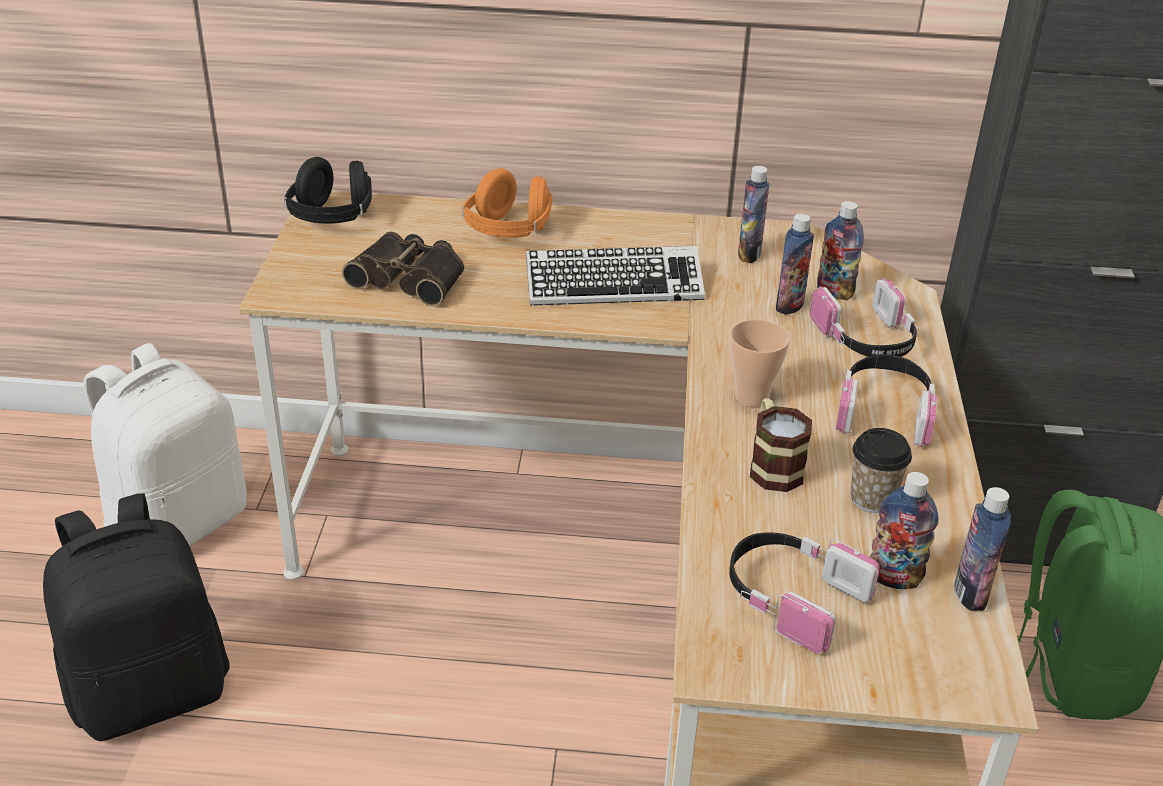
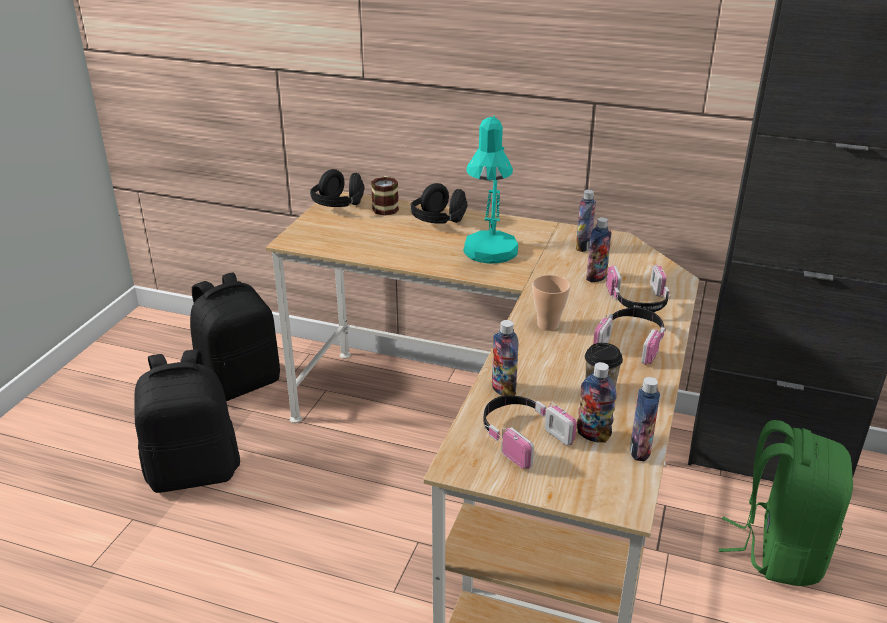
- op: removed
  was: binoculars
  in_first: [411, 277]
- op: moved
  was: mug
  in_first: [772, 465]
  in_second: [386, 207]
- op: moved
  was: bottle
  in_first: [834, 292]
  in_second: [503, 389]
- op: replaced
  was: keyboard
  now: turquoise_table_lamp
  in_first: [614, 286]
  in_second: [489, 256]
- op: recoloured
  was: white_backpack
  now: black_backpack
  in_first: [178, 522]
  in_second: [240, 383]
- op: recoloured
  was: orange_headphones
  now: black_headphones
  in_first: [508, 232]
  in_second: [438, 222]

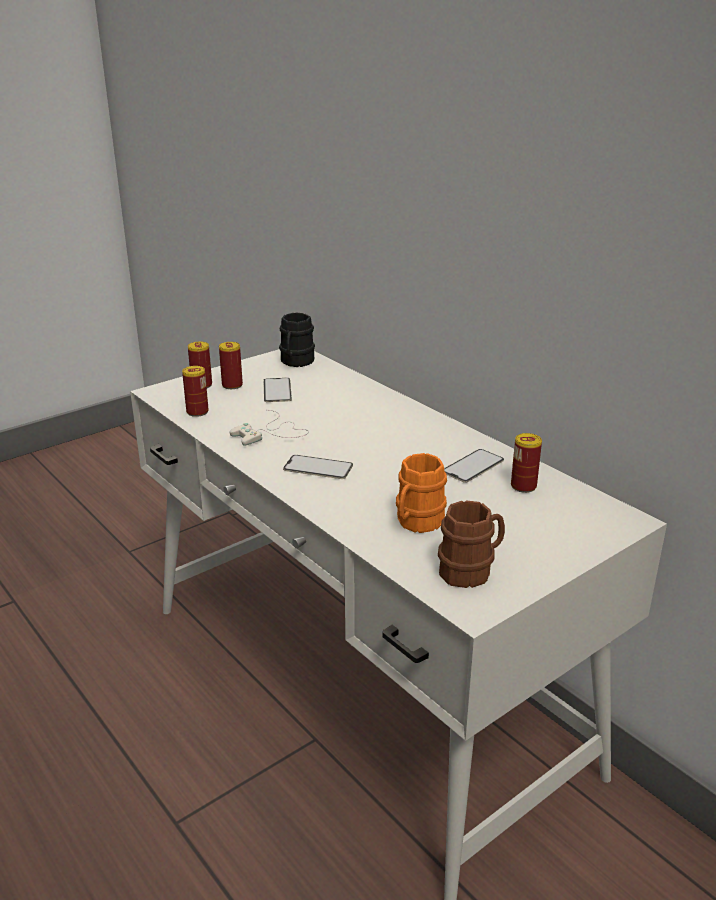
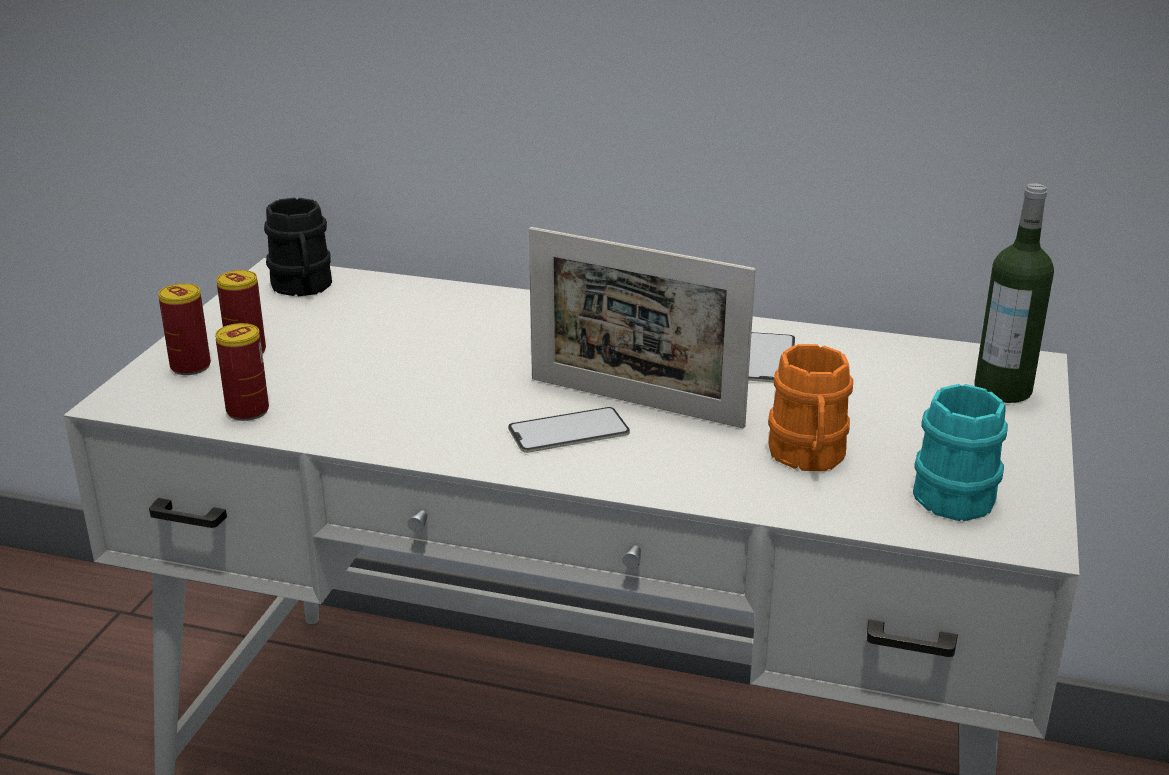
- op: removed
  was: white_game_controller
  in_first: [271, 433]
- op: removed
  was: phone
  in_first: [277, 390]
- op: removed
  was: can
  in_first: [523, 486]
- op: added
  now: picture_frame
  in_second: [635, 402]
- op: added
  now: bottle
  in_second: [1002, 390]
- op: recoloured
  was: brown_mug
  now: turquoise_mug
  in_first: [471, 570]
  in_second: [957, 491]

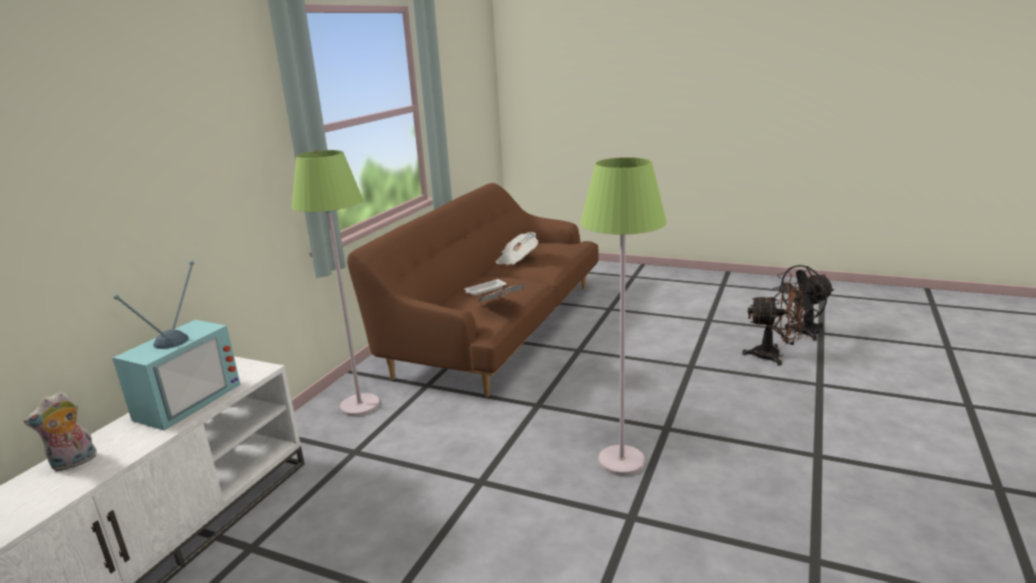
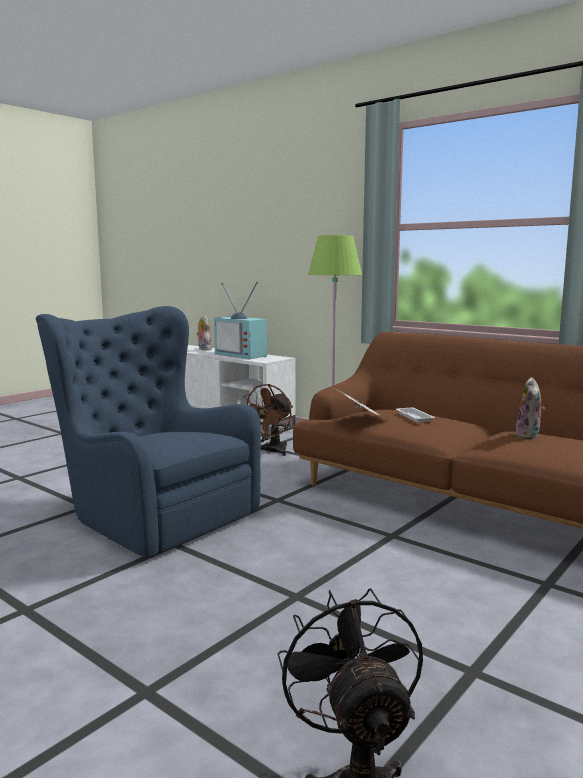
- op: moved
  was: brown_fan
  in_first: [774, 356]
  in_second: [271, 452]
- op: replaced
  was: newspaper
  now: plush_toy
  in_first: [517, 260]
  in_second: [529, 436]
- op: replaced
  was: green_floor_lamp
  now: blue_armchair
  in_first: [621, 461]
  in_second: [151, 515]

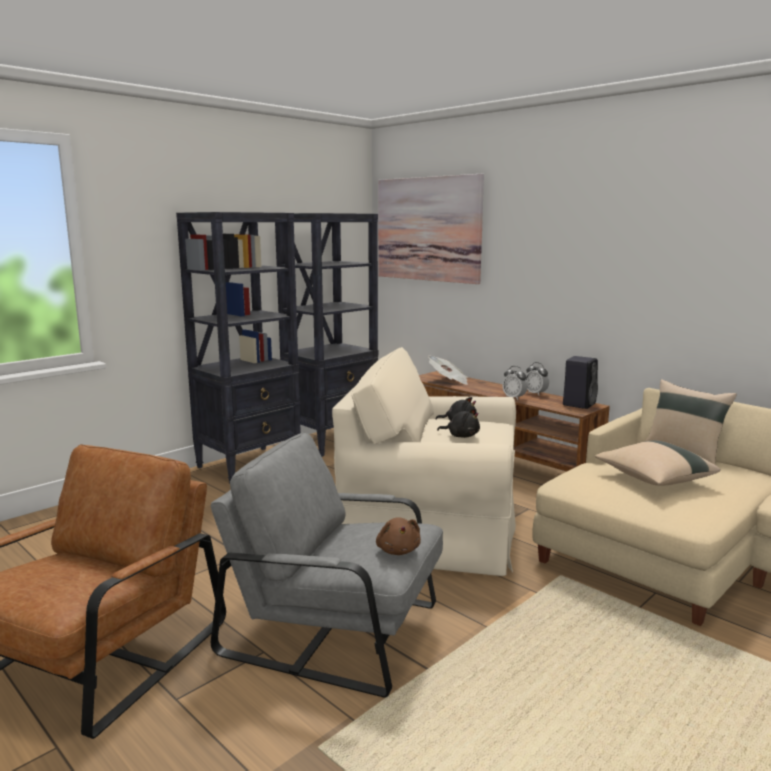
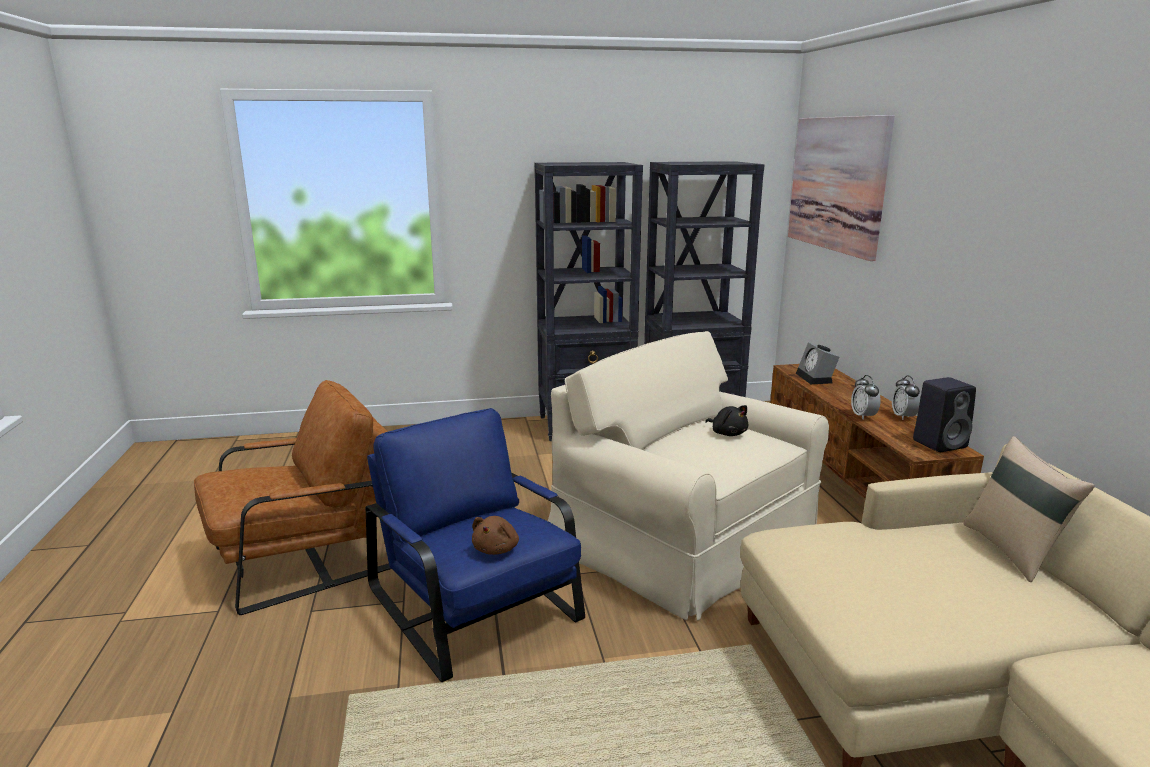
- op: removed
  was: black_plush_toy
  in_first: [461, 436]
- op: removed
  was: beige_pillow
  in_first: [653, 479]
- op: replaced
  was: newspaper
  now: alarm_clock
  in_first: [448, 381]
  in_second: [816, 378]
- op: recoloured
  was: grey_armchair
  now: blue_armchair
  in_first: [336, 628]
  in_second: [476, 605]

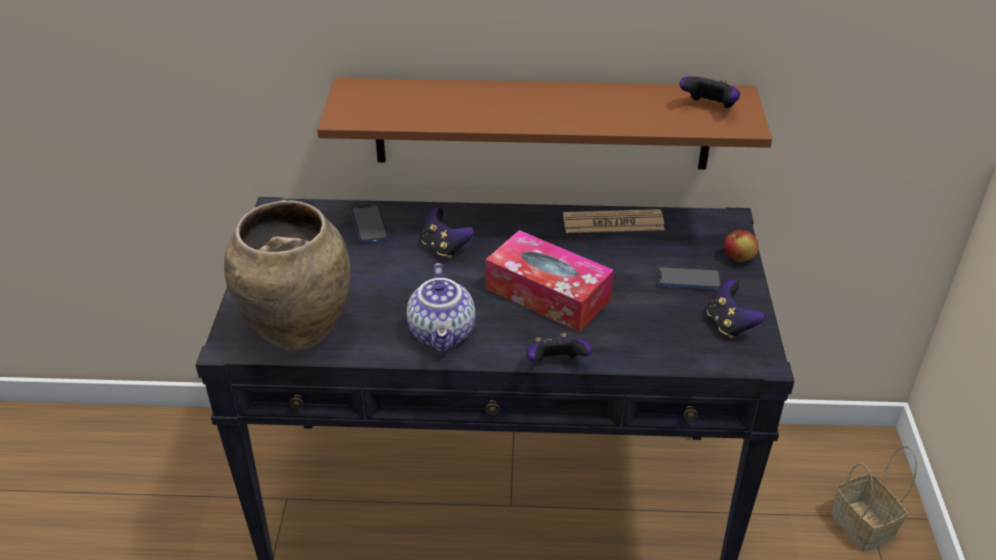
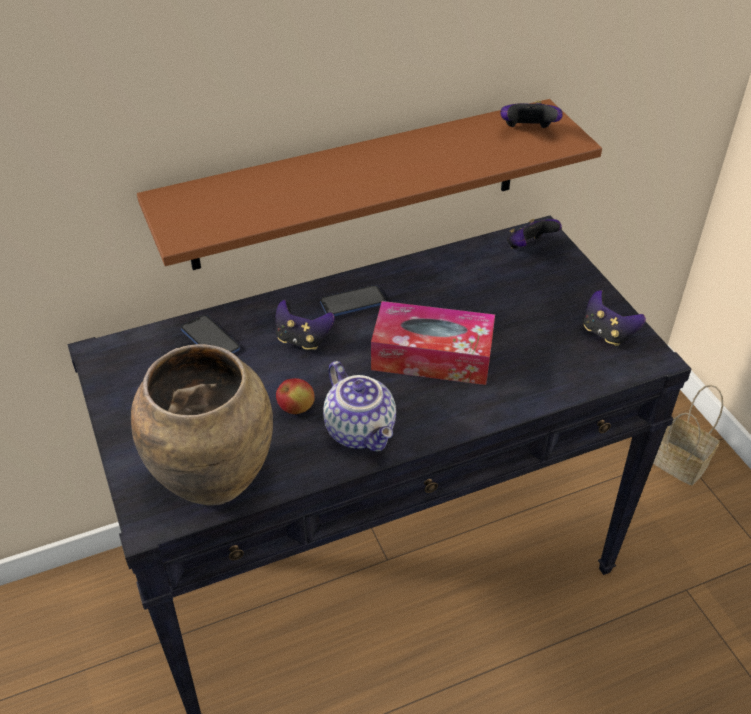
- op: removed
  was: newspaper
  in_first: [613, 223]
- op: moved
  was: game_controller
  in_first: [556, 364]
  in_second: [529, 247]
- op: moved
  was: phone
  in_first: [688, 280]
  in_second: [352, 302]
- op: moved
  was: apple
  in_first: [738, 258]
  in_second: [296, 408]

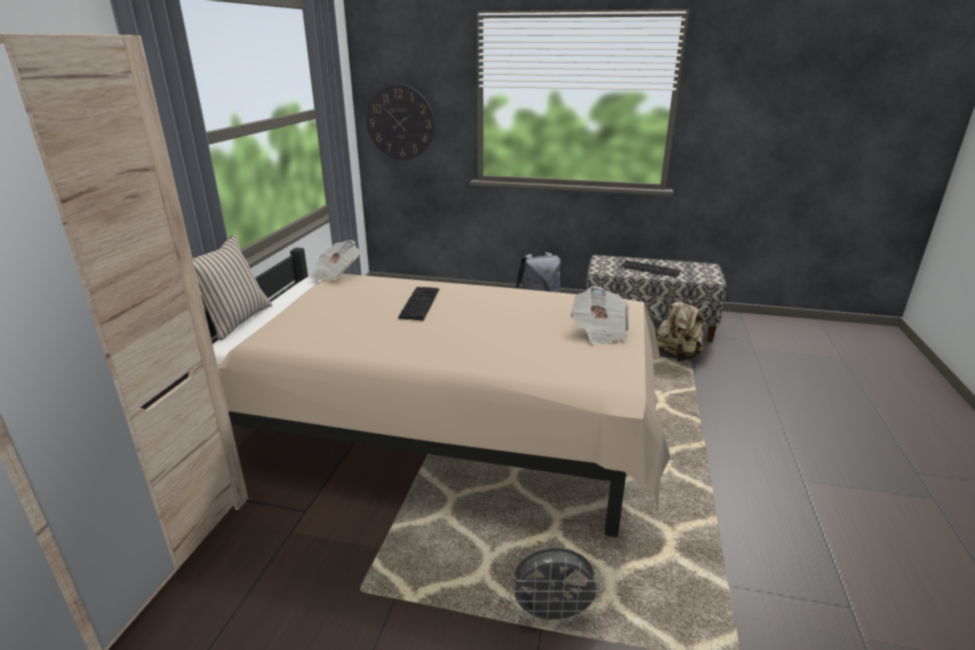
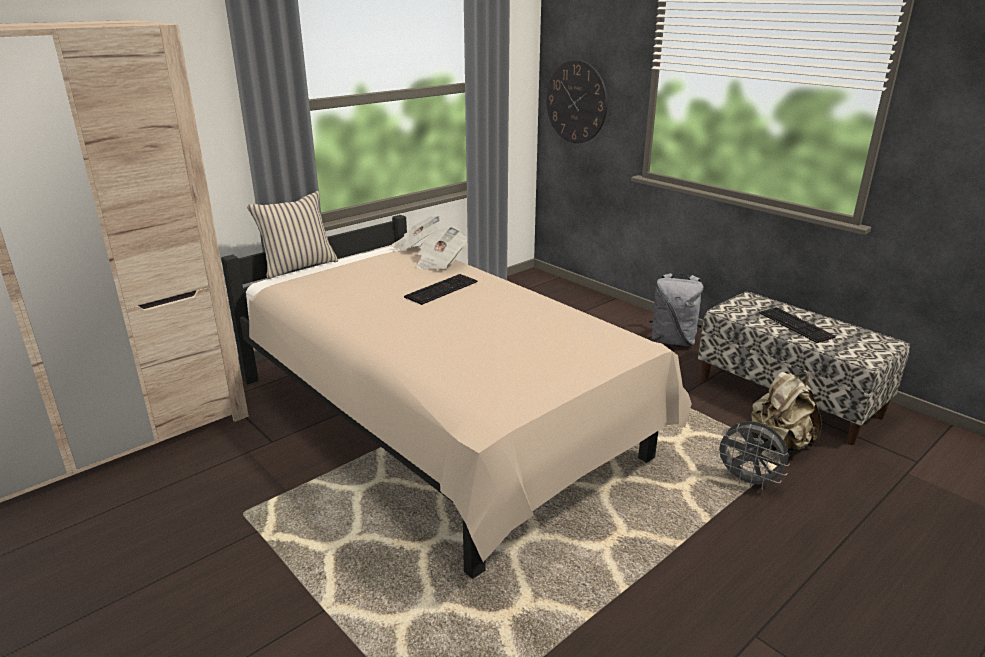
- op: moved
  was: grey_fan
  in_first: [552, 614]
  in_second: [748, 481]
- op: moved
  was: newspaper
  in_first: [599, 331]
  in_second: [440, 263]

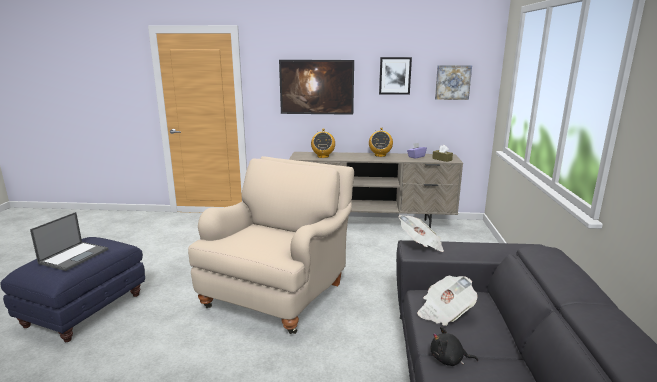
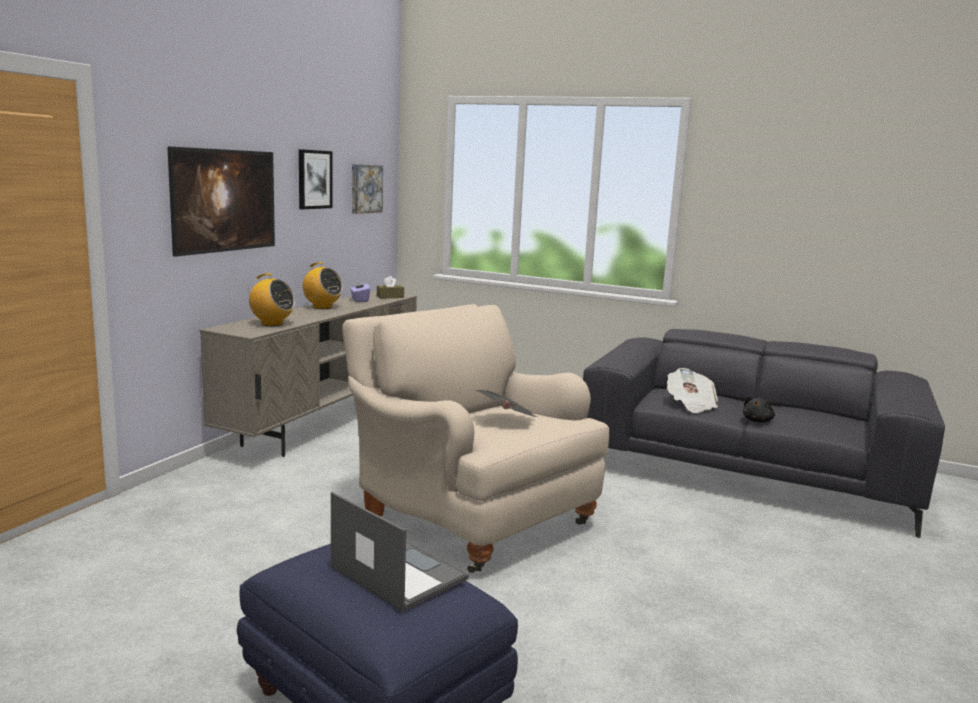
- op: moved
  was: newspaper
  in_first: [421, 244]
  in_second: [508, 421]

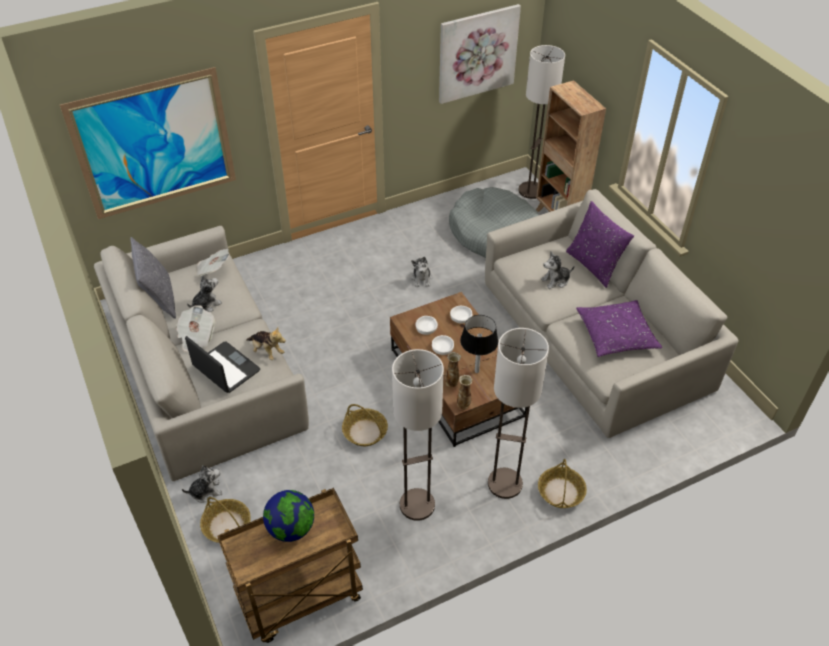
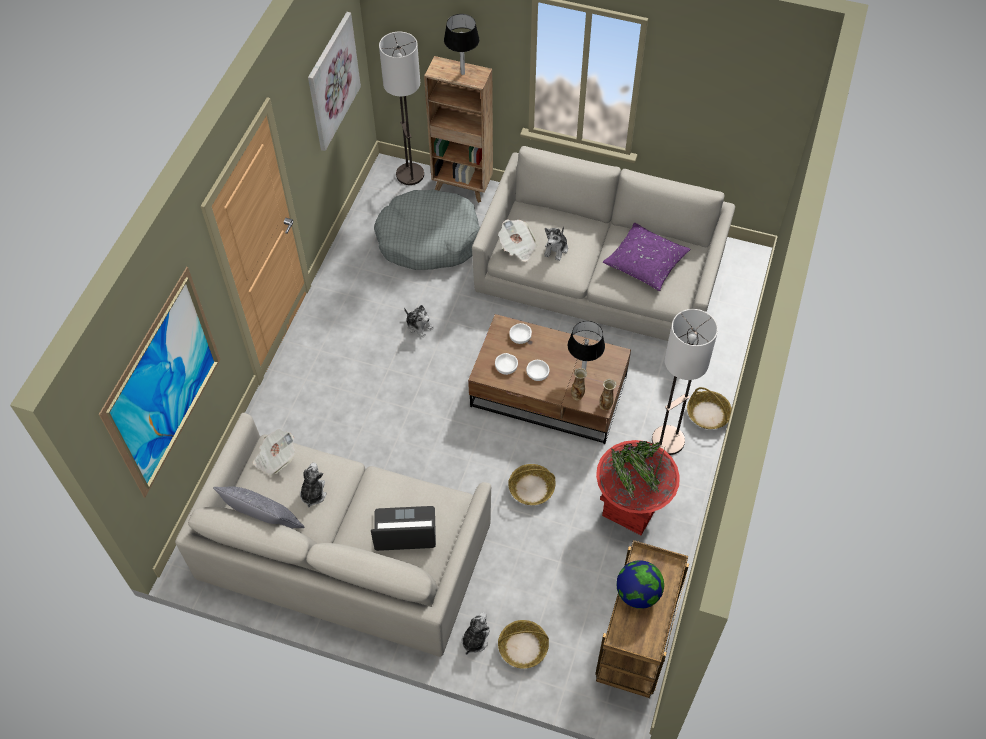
- op: removed
  was: plush_toy
  in_first: [267, 351]
- op: removed
  was: purple_pillow
  in_first: [594, 265]
- op: added
  now: black_table_lamp
  in_second: [462, 73]
- op: moved
  was: newspaper
  in_first: [196, 337]
  in_second: [517, 247]
- op: replaced
  was: floor_lamp
  now: red_planter
  in_first: [417, 505]
  in_second: [631, 509]

